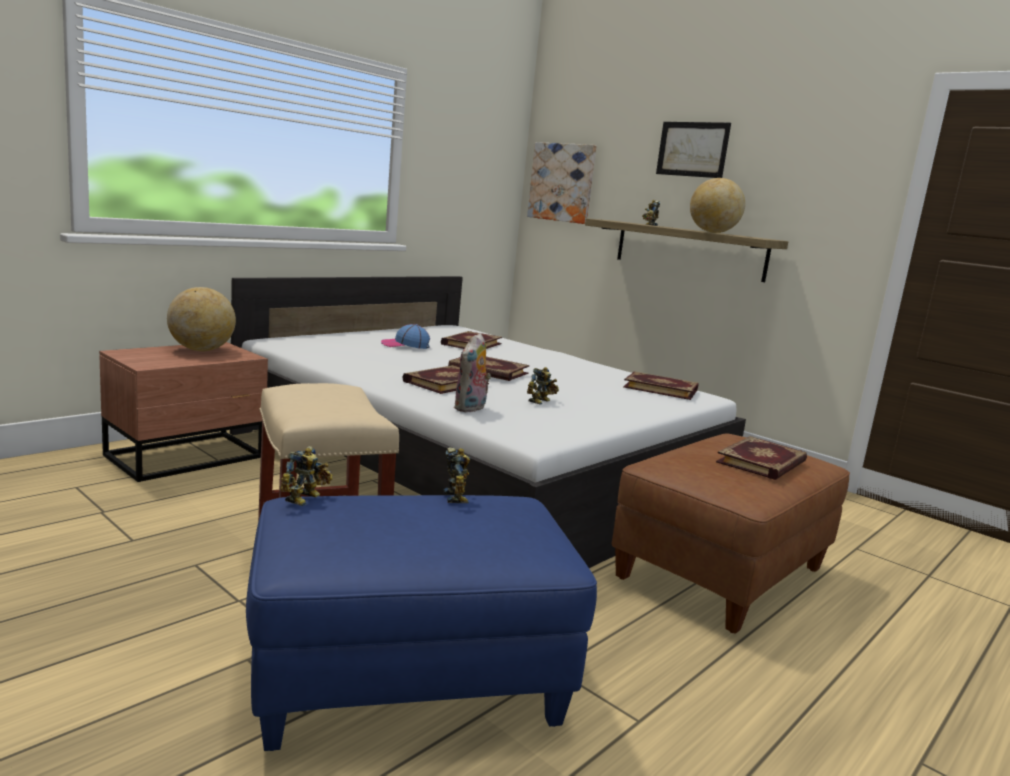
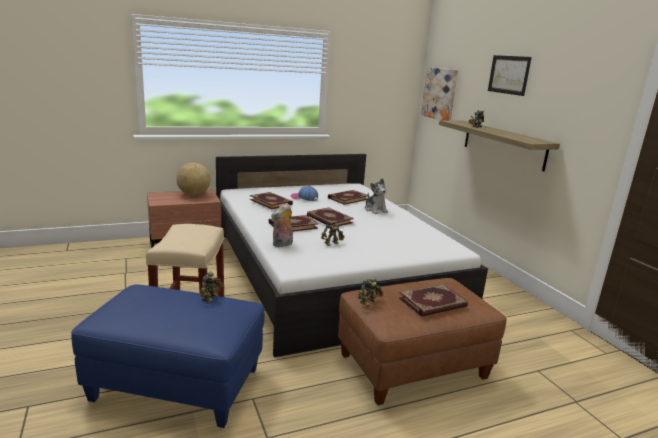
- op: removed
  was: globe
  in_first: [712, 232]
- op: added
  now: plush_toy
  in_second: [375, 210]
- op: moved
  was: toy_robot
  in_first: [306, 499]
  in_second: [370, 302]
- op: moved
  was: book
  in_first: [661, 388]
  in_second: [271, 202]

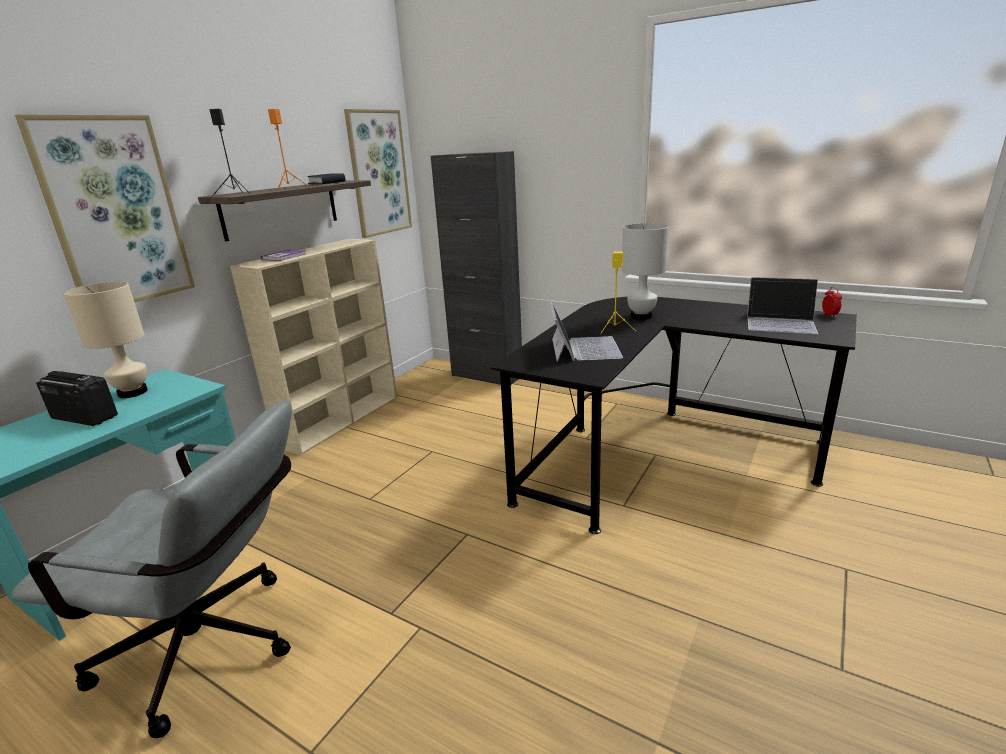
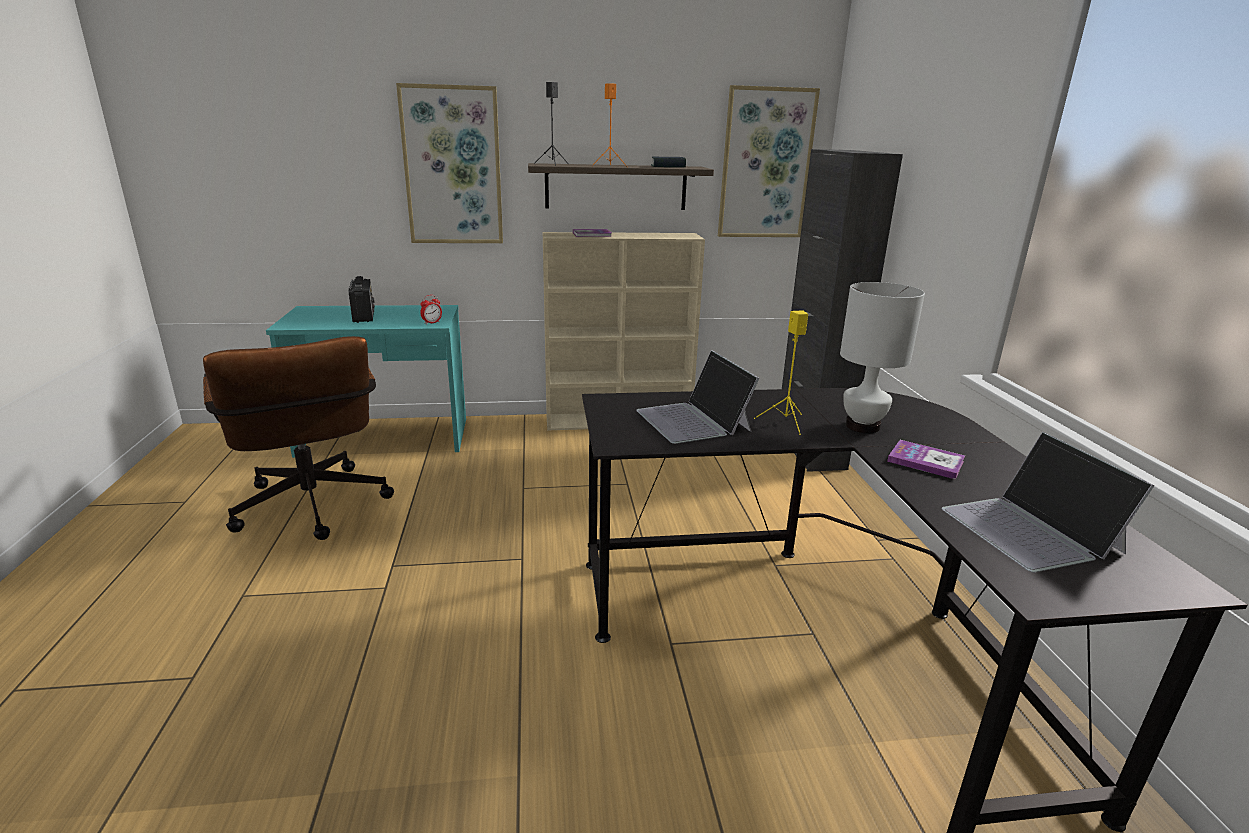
- op: removed
  was: beige_table_lamp
  in_first: [133, 392]
- op: added
  now: book
  in_second: [925, 461]
- op: moved
  was: alarm_clock
  in_first: [829, 315]
  in_second: [432, 322]
- op: recoloured
  was: grey_office_chair
  now: brown_office_chair
  in_first: [215, 649]
  in_second: [313, 511]
- op: turned
  was: laptop
  in_first: [583, 348]
  in_second: [694, 420]
  clockwise: 105

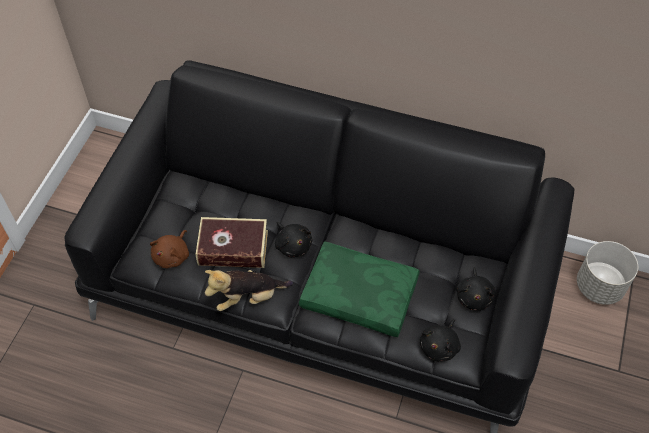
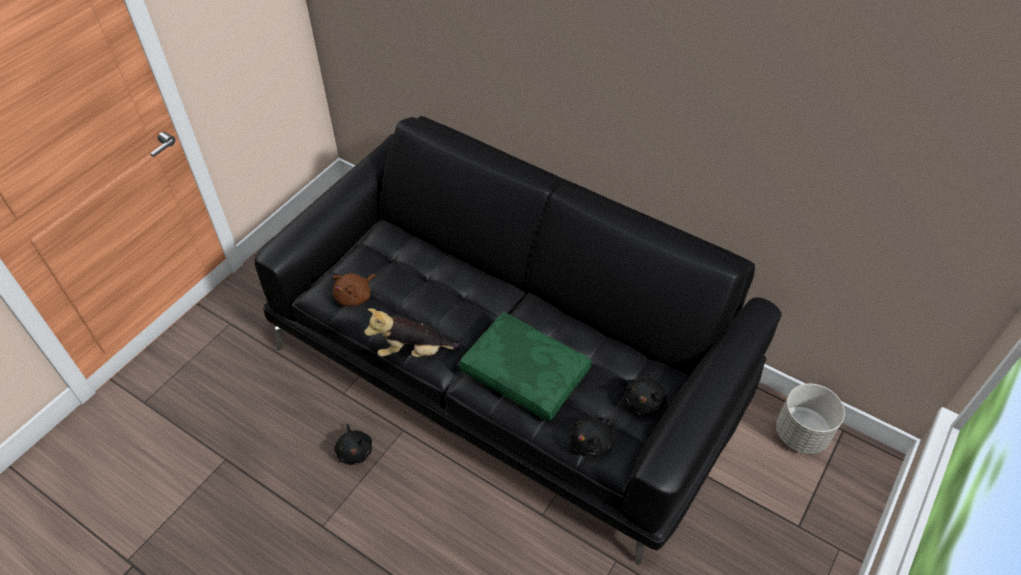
- op: removed
  was: book
  in_first: [233, 248]
- op: moved
  was: black_plush_toy
  in_first: [293, 245]
  in_second: [355, 450]

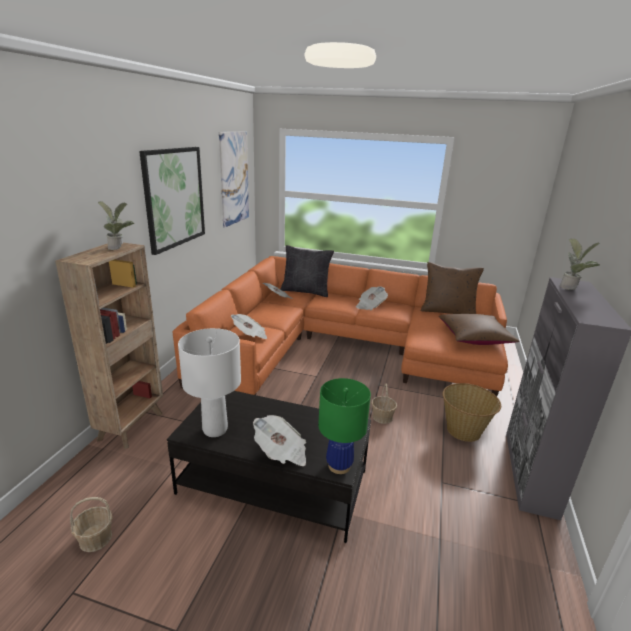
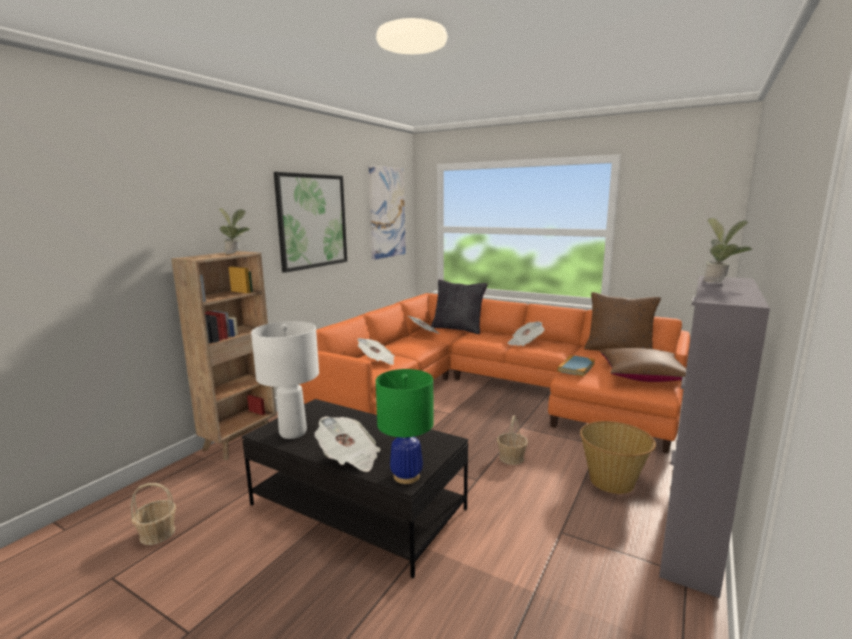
- op: added
  now: book
  in_second: [576, 367]

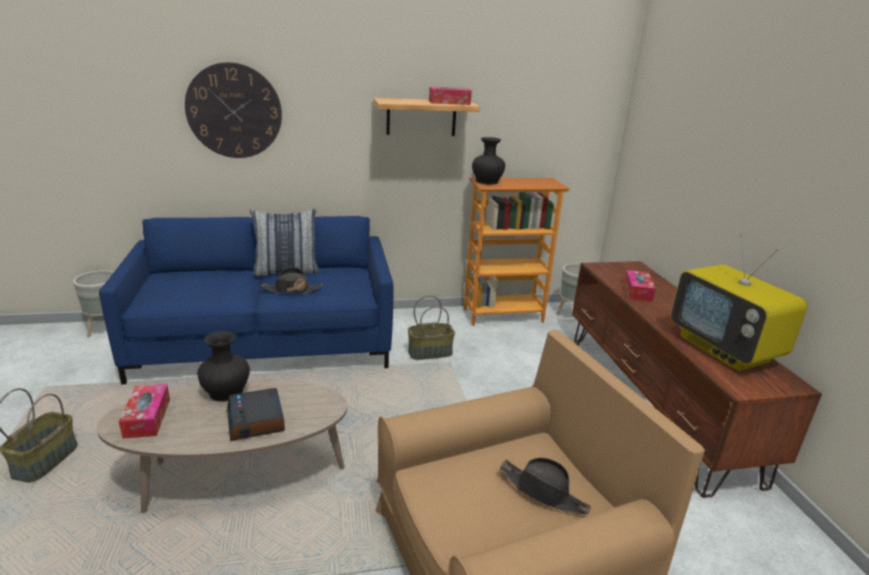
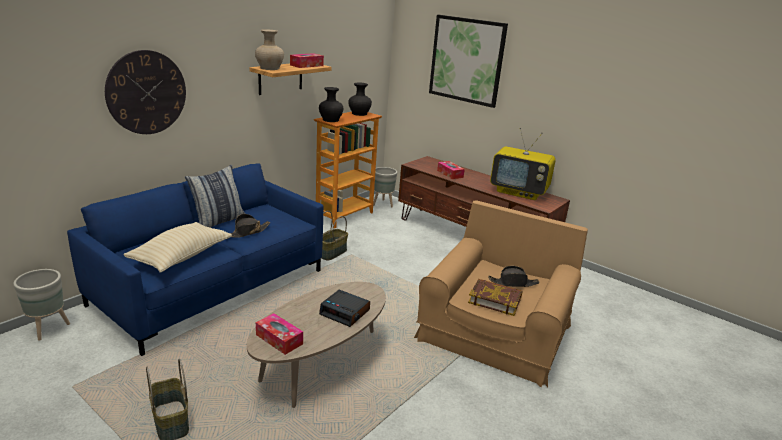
- op: added
  now: beige_pillow
  in_second: [181, 257]
- op: added
  now: beige_vase
  in_second: [269, 68]
- op: added
  now: picture
  in_second: [466, 60]
- op: added
  now: book
  in_second: [495, 300]
- op: moved
  was: black_vase
  in_first: [227, 391]
  in_second: [359, 113]

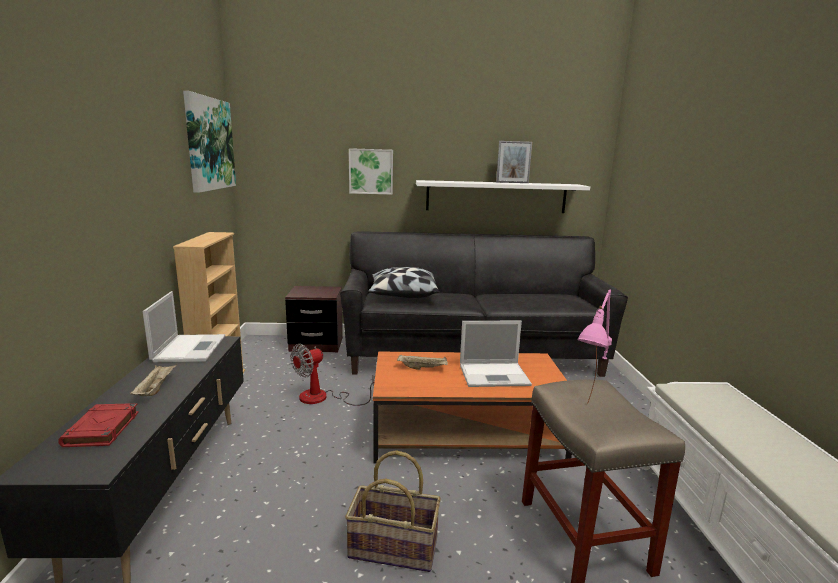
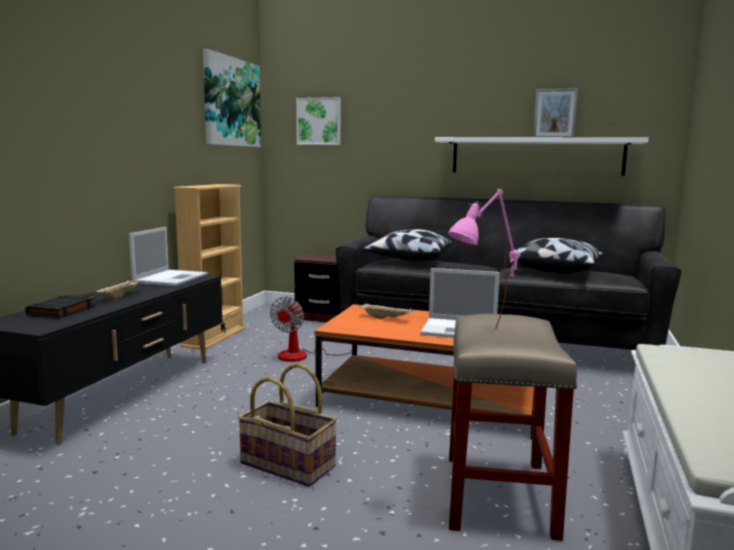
- op: added
  now: pillow
  in_second: [555, 270]
- op: moved
  was: picture
  in_first: [371, 171]
  in_second: [319, 121]
- op: recoloured
  was: red_book
  now: black_book
  in_first: [102, 429]
  in_second: [62, 311]
- op: turned
  was: fan
  in_first: [323, 398]
  in_second: [303, 355]
  clockwise: -45

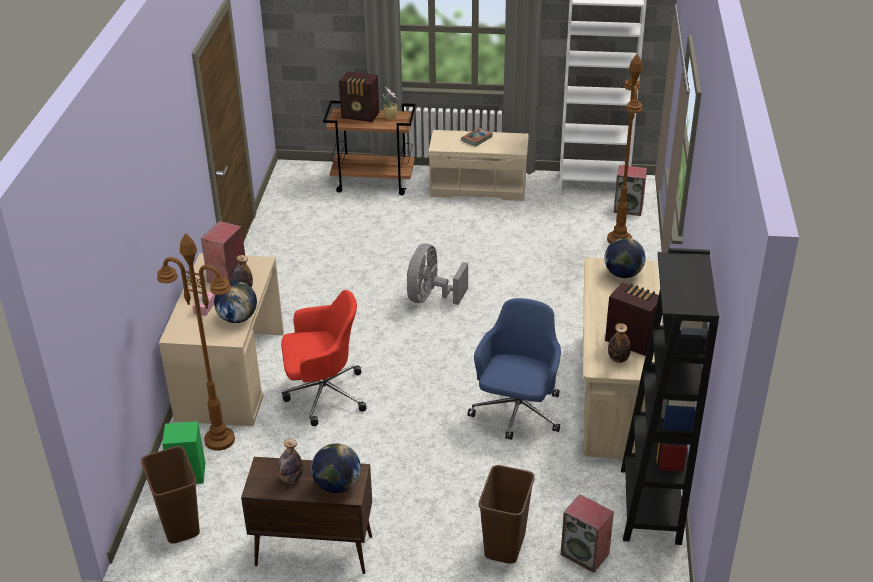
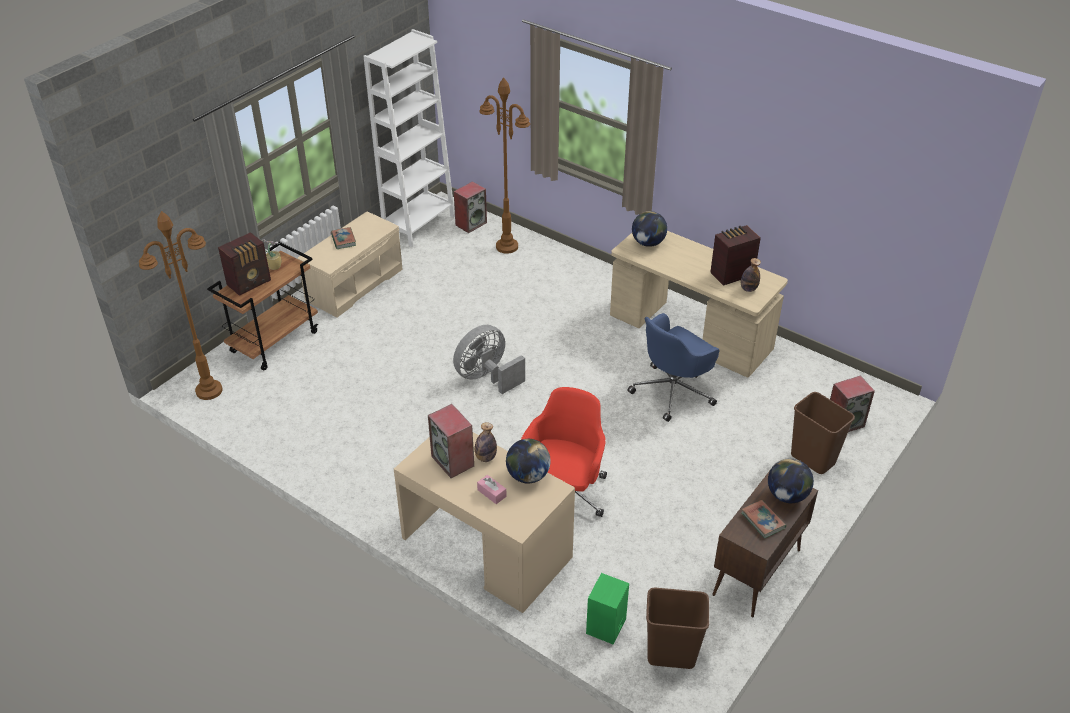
- op: removed
  was: black_bookcase
  in_first: [650, 506]
- op: moved
  was: brown_floor_lamp
  in_first: [220, 440]
  in_second: [209, 390]
- op: replaced
  was: bottle
  now: book
  in_first: [291, 479]
  in_second: [763, 521]
- op: turned
  was: grey_fan
  in_first: [431, 297]
  in_second: [487, 377]
  clockwise: 90
- op: turned
  was: blue_office_chair
  in_first: [517, 413]
  in_second: [673, 391]
  clockwise: -90

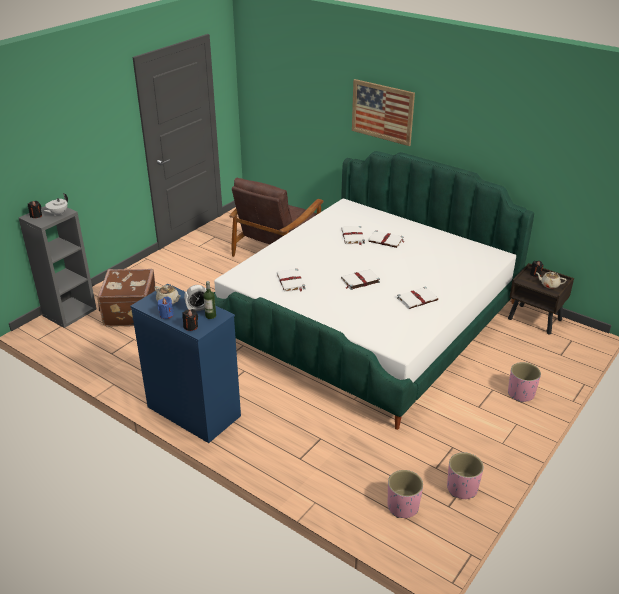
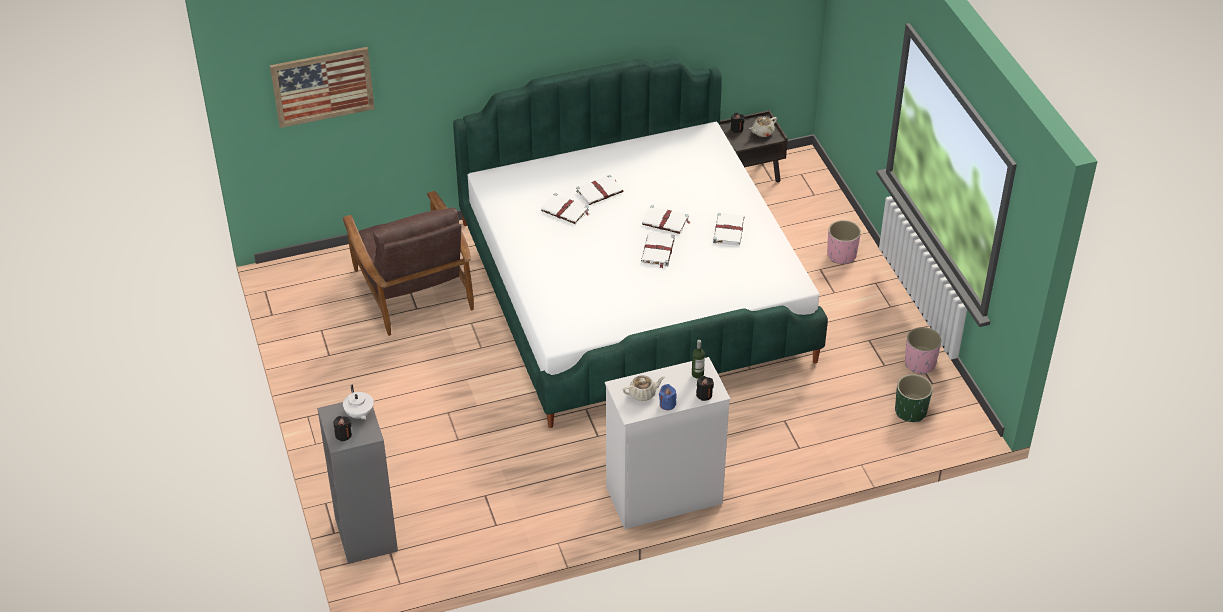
- op: removed
  was: brown_suitcase
  in_first: [129, 312]
- op: removed
  was: alarm_clock
  in_first: [198, 308]
- op: moved
  was: white_book
  in_first: [291, 282]
  in_second: [666, 221]
- op: moved
  was: picture
  in_first: [382, 112]
  in_second: [322, 86]
- op: recoloured
  was: blue_dresser
  now: white_dresser
  in_first: [193, 411]
  in_second: [663, 495]
- op: recoloured
  was: pink_planter
  now: green_planter
  in_first: [402, 507]
  in_second: [910, 411]

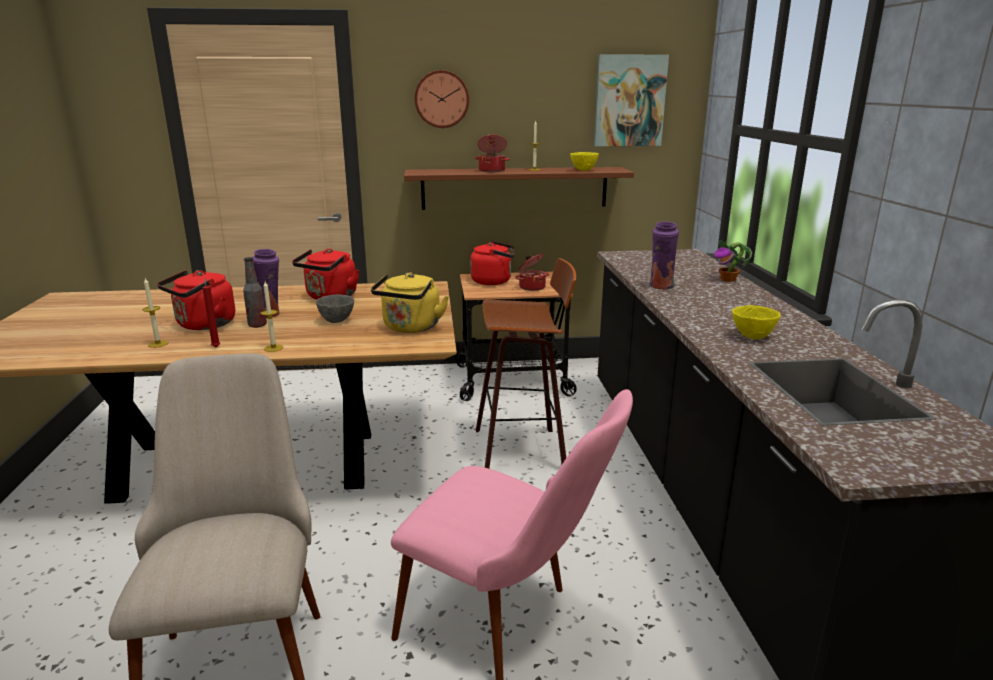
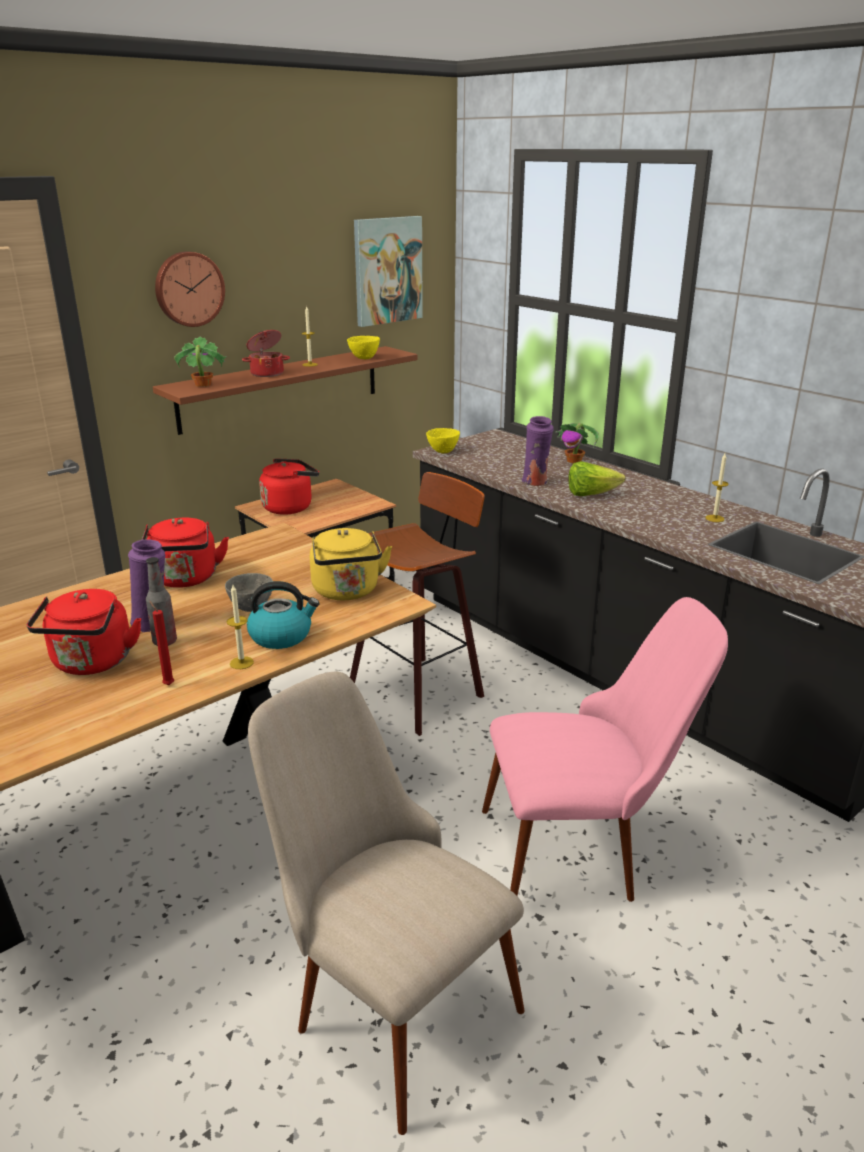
- op: removed
  was: cooking_pot
  in_first: [531, 287]
- op: added
  now: potted_plant
  in_second: [202, 385]
- op: added
  now: kettle
  in_second: [281, 636]
- op: added
  now: lettuce
  in_second: [591, 494]
- op: moved
  was: candle
  in_first: [158, 344]
  in_second: [714, 518]
- op: moved
  was: yellow_bowl
  in_first: [753, 337]
  in_second: [443, 452]

